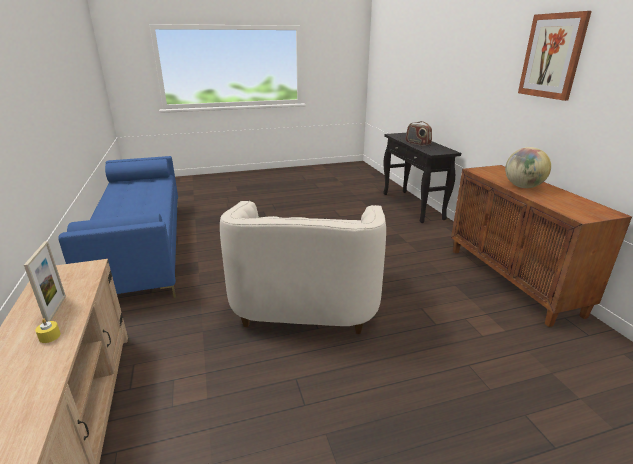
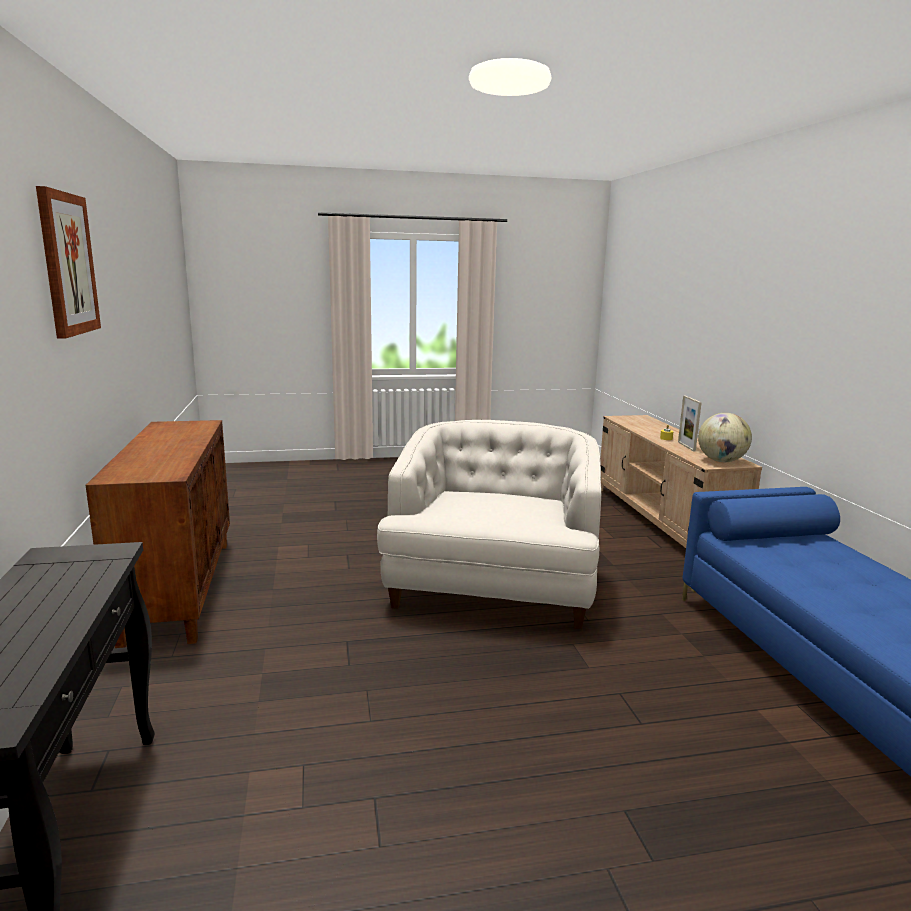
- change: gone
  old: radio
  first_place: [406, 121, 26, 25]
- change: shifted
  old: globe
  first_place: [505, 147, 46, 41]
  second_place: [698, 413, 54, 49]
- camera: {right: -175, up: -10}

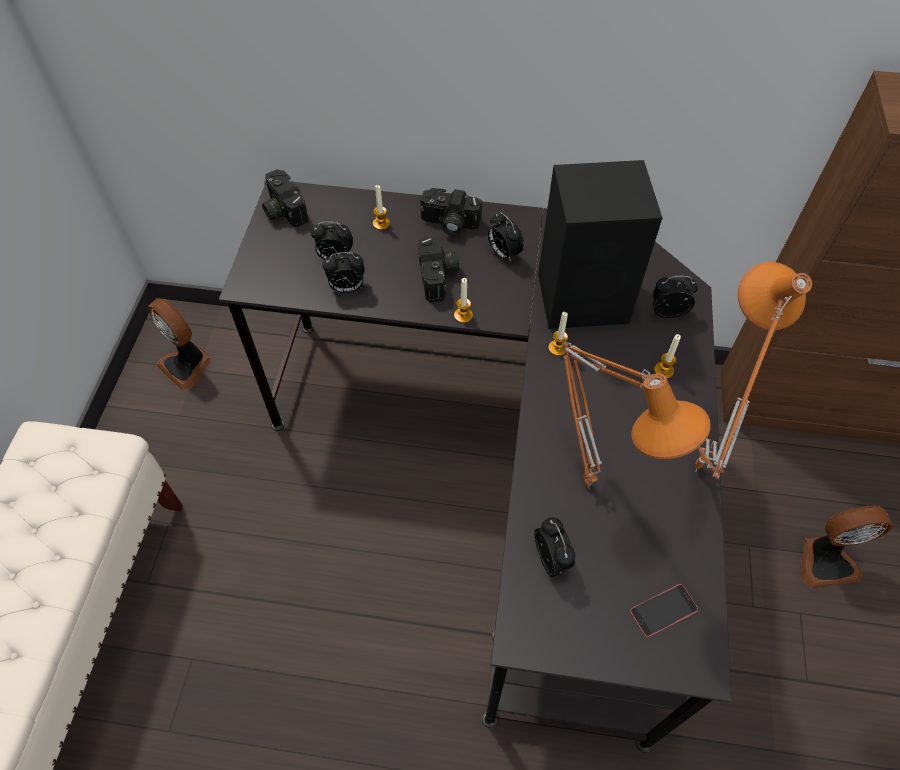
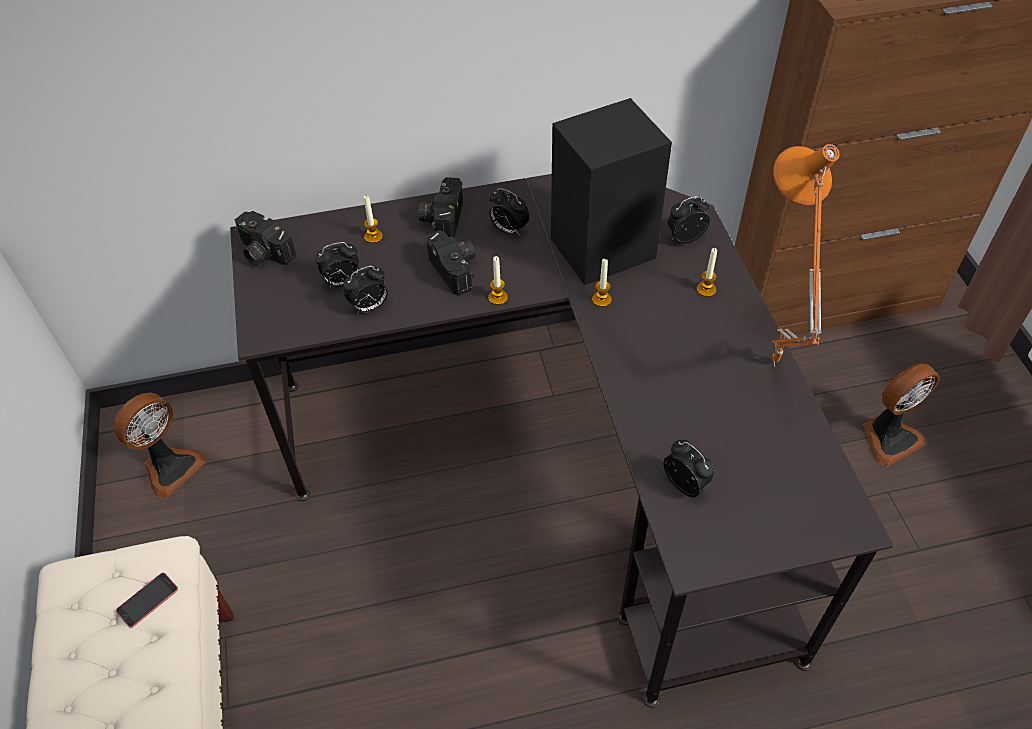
- change: rotated
  old: fan
  first_place: [147, 299, 63, 91]
  second_place: [114, 393, 92, 105]
  degrees: -75
- change: rotated
  old: photo camera
  first_place: [420, 188, 62, 48]
  second_place: [418, 177, 45, 61]
  degrees: 105
- change: gone
  old: table lamp (orange)
  first_place: [562, 341, 149, 149]
- change: shifted
  old: phone
  first_place: [630, 584, 68, 53]
  second_place: [116, 573, 62, 55]
- camera: {right: -20, up: -5}

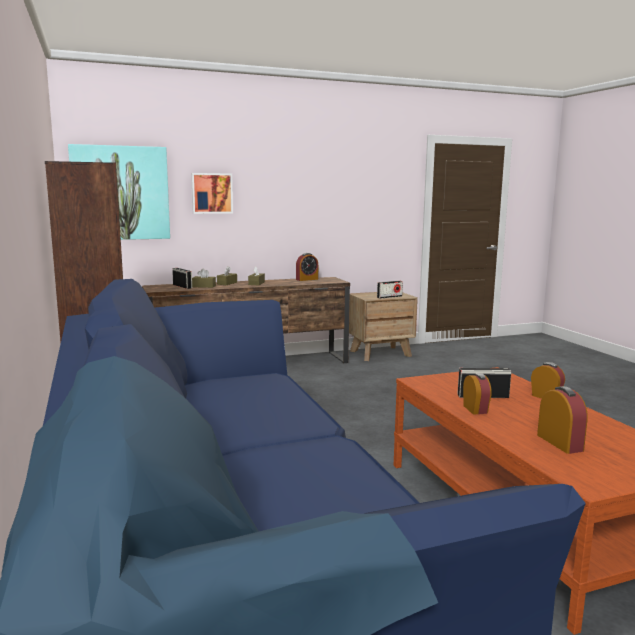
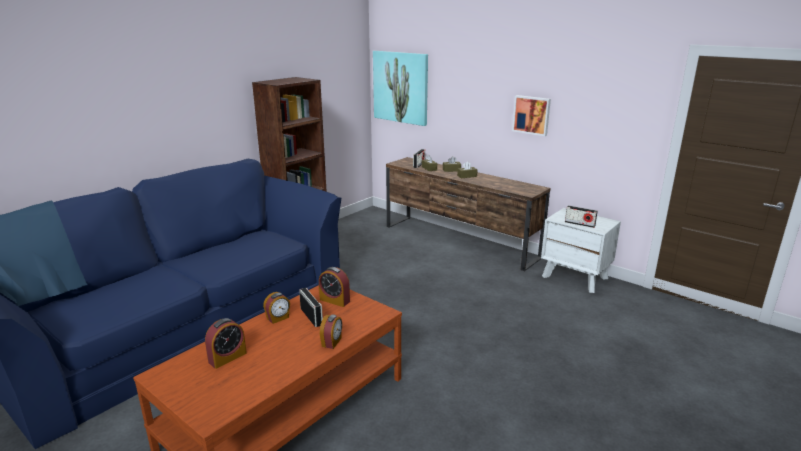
- change: shifted
  old: picture
  first_place: [191, 173, 42, 41]
  second_place: [512, 95, 39, 41]
- change: shifted
  old: alarm clock
  first_place: [296, 253, 22, 28]
  second_place: [319, 267, 31, 40]
- change: repainted
  old: nightstand (brown)
  new: nightstand (white)
  first_place: [349, 292, 69, 69]
  second_place: [541, 208, 80, 85]
- camera: {right: 60, up: 10}

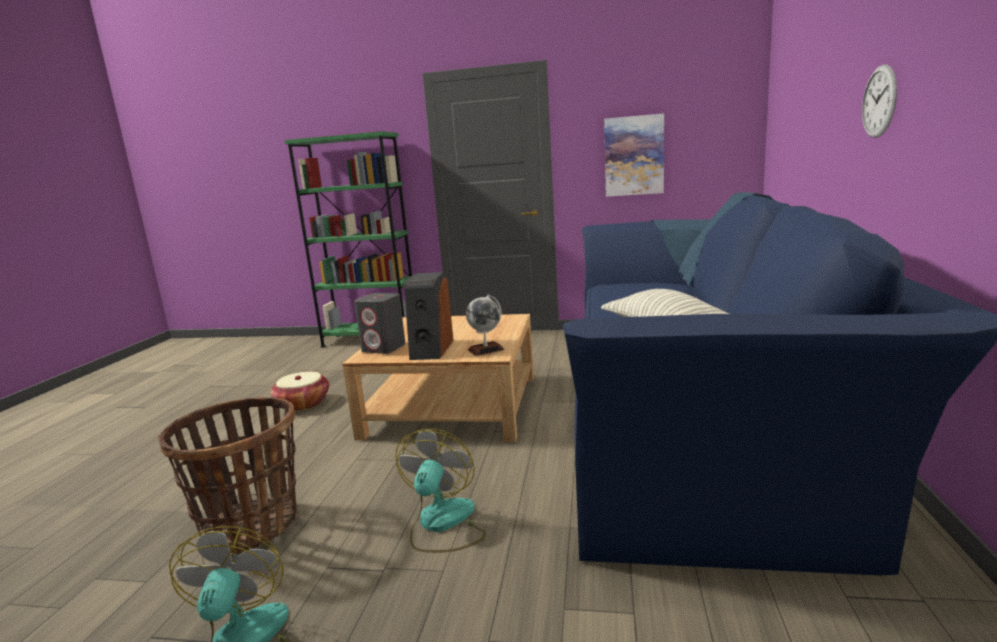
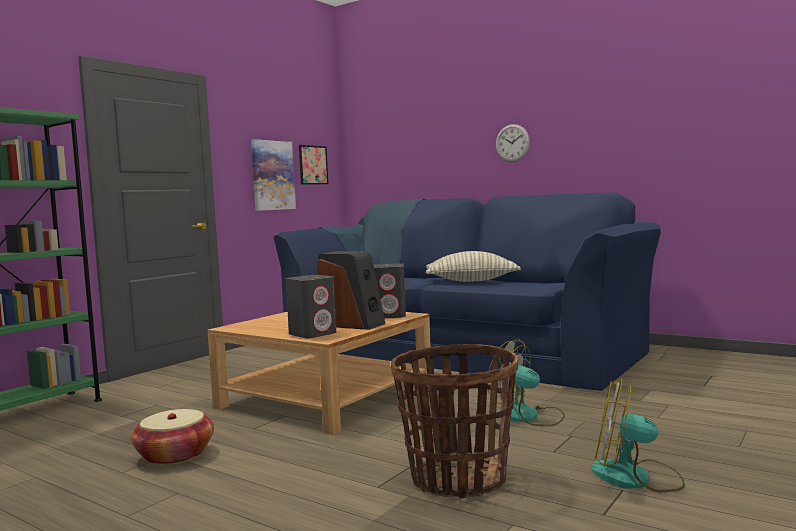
- change: swapped
  old: globe
  new: speaker (grey)
  first_place: [466, 295, 38, 61]
  second_place: [374, 263, 32, 55]
- change: new
  new: picture
  second_place: [299, 145, 29, 39]
- camera: {right: -65, up: -10}

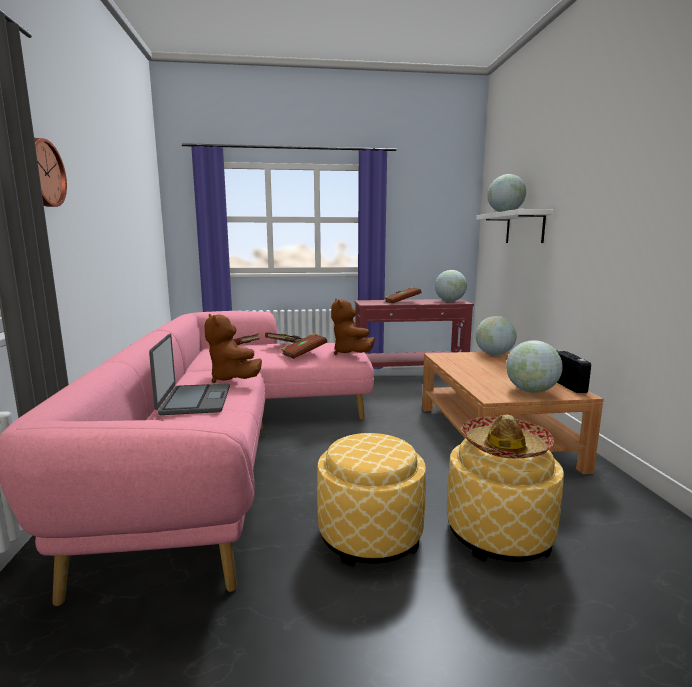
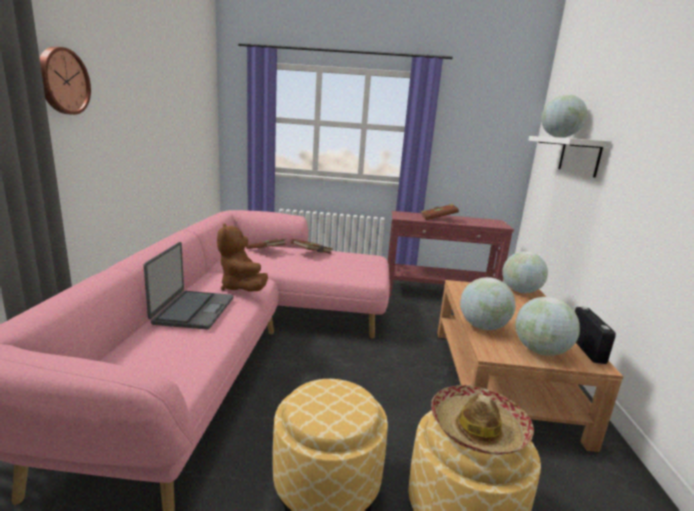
- change: gone
  old: book (brown)
  first_place: [281, 333, 46, 26]
- change: gone
  old: plush toy (brown)
  first_place: [331, 299, 44, 56]
- change: shifted
  old: globe
  first_place: [435, 270, 32, 31]
  second_place: [460, 277, 56, 53]
- camera: {right: 10, up: 5}

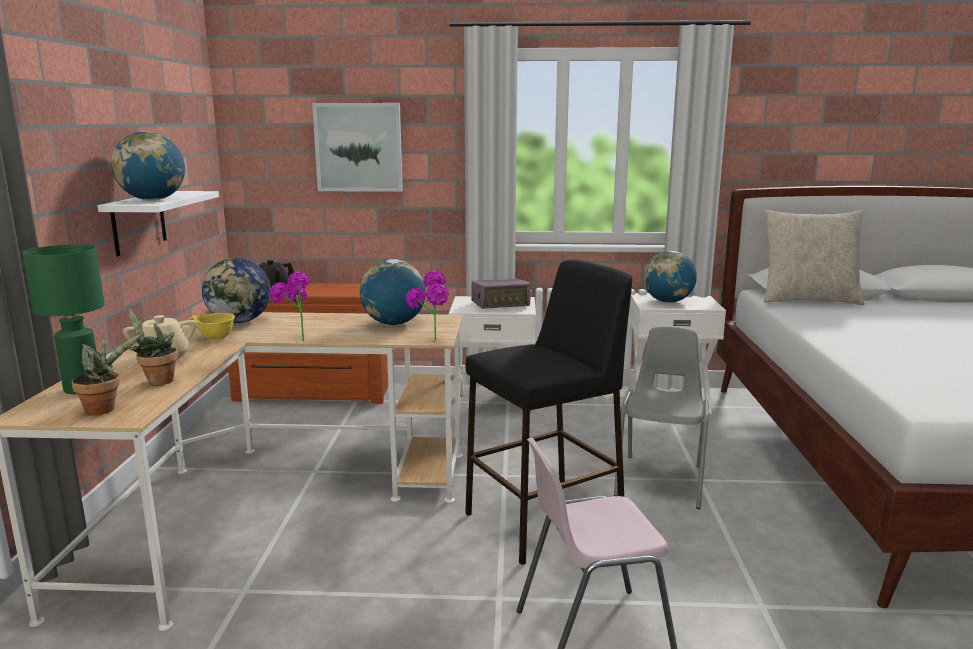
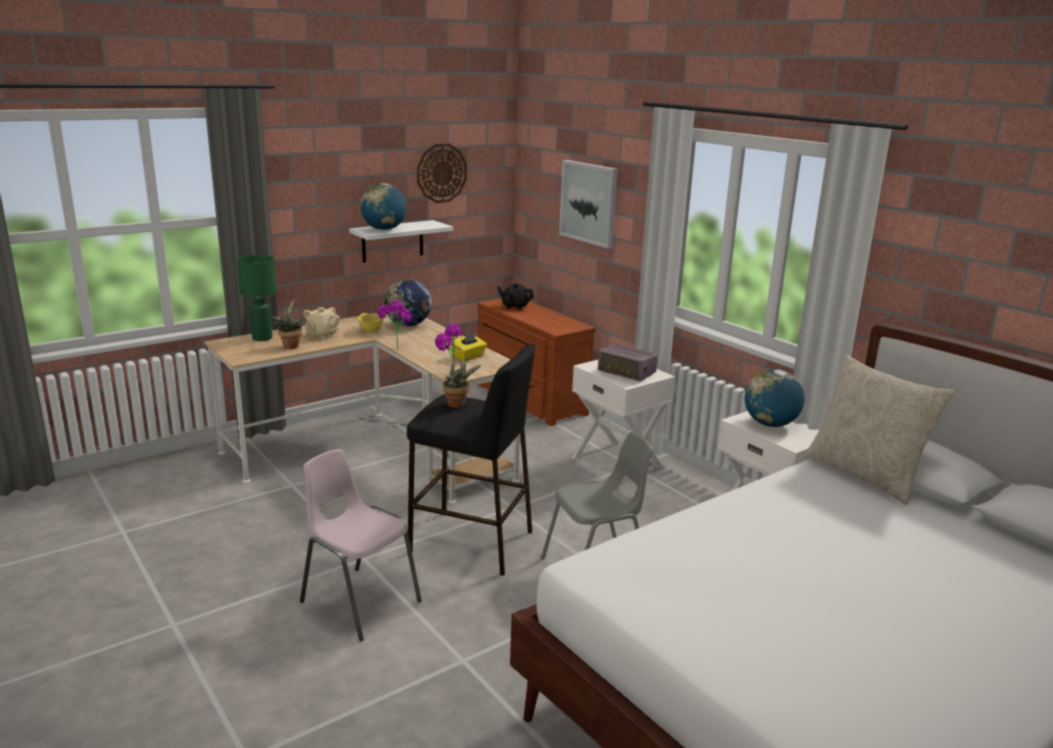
- change: shifted
  old: potted plant
  first_place: [72, 333, 71, 82]
  second_place: [443, 358, 38, 50]
- change: swapped
  old: globe
  new: tissue box (yellow)
  first_place: [360, 259, 66, 66]
  second_place: [451, 333, 36, 28]
- change: new
  new: wall clock
  second_place: [417, 143, 50, 60]
- camera: {right: 50, up: 5}

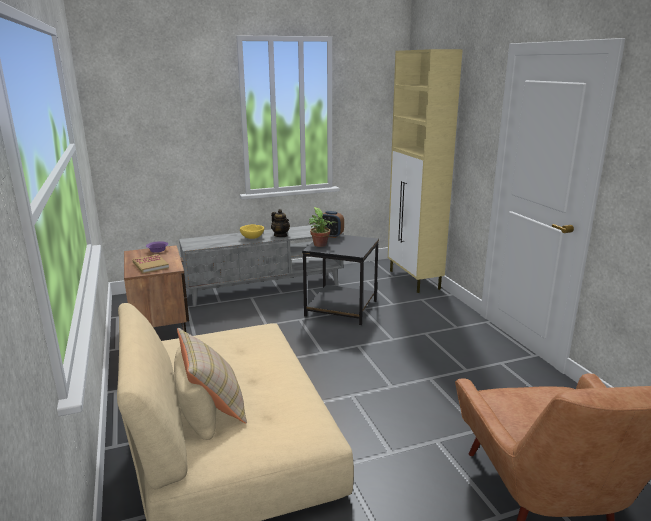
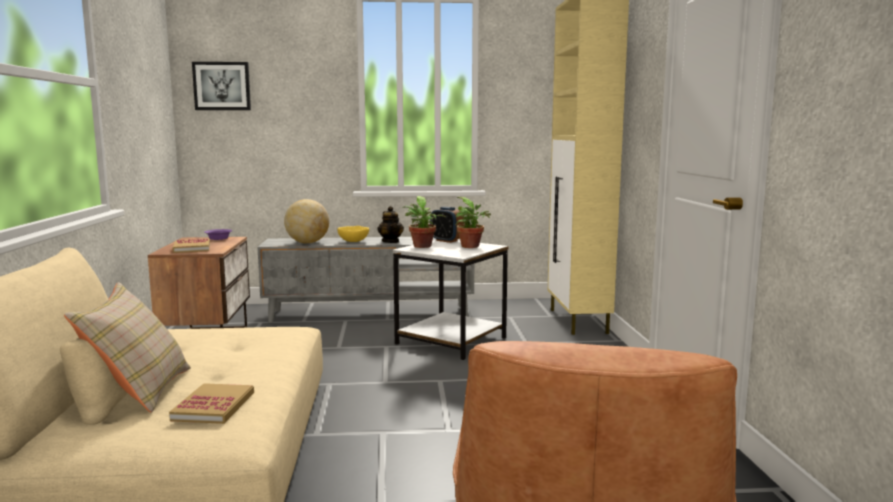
- change: repainted
  old: side table (black)
  new: side table (white)
  first_place: [302, 235, 77, 90]
  second_place: [393, 240, 115, 120]
- change: new
  new: book
  second_place: [169, 383, 85, 41]
- change: new
  new: picture
  second_place: [192, 62, 59, 48]
- change: new
  new: globe
  second_place: [284, 199, 45, 44]
- change: new
  new: potted plant
  second_place: [455, 197, 36, 51]
- camera: {right: 15, up: -10}

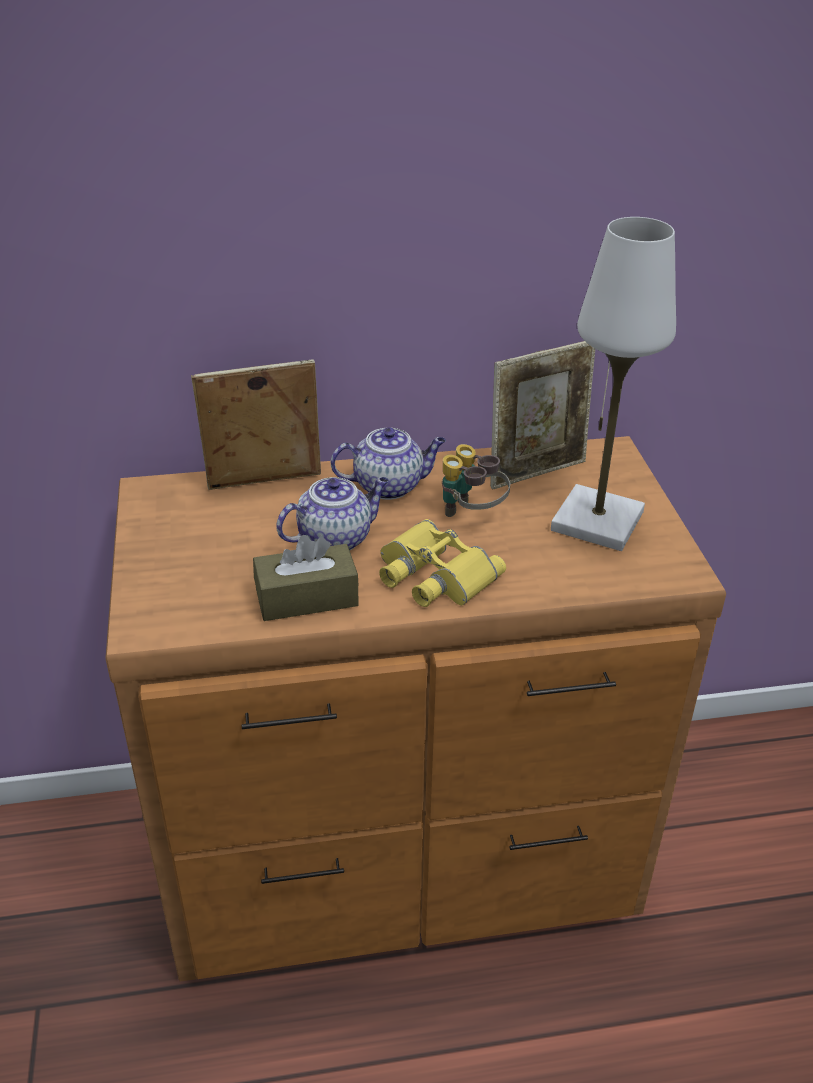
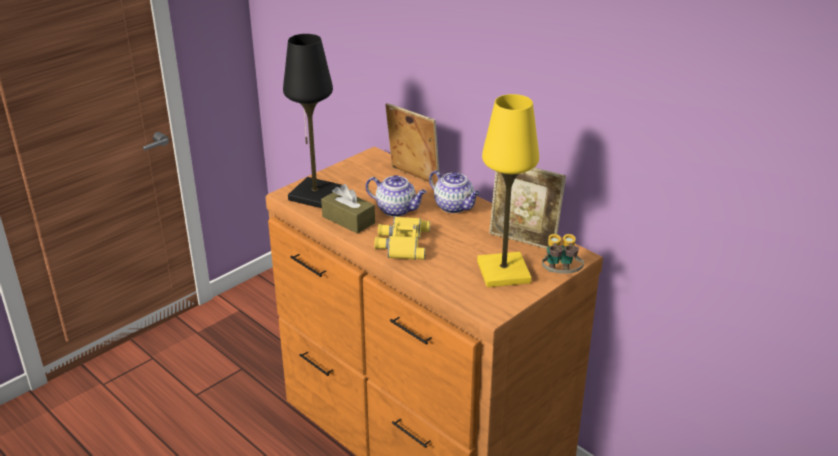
- change: shifted
  old: binoculars
  first_place: [442, 444, 68, 73]
  second_place: [542, 234, 42, 40]
- change: repainted
  old: table lamp (white)
  new: table lamp (yellow)
  first_place: [551, 217, 125, 334]
  second_place: [477, 94, 62, 193]
- change: new
  new: table lamp (black)
  second_place: [283, 34, 59, 174]
- camera: {right: 55, up: -5}

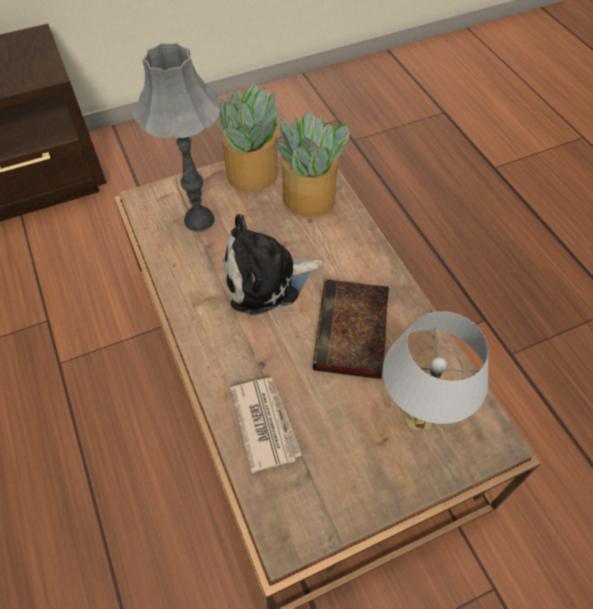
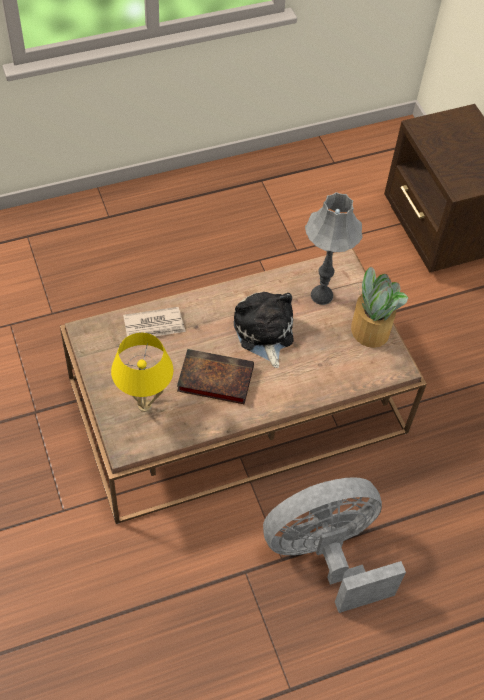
- change: gone
  old: potted plant
  first_place: [275, 111, 75, 106]
- change: repainted
  old: table lamp (white)
  new: table lamp (yellow)
  first_place: [383, 311, 105, 120]
  second_place: [111, 333, 62, 79]
- change: new
  new: fan (grey)
  second_place: [263, 477, 143, 136]
- camera: {right: 90, up: 0}

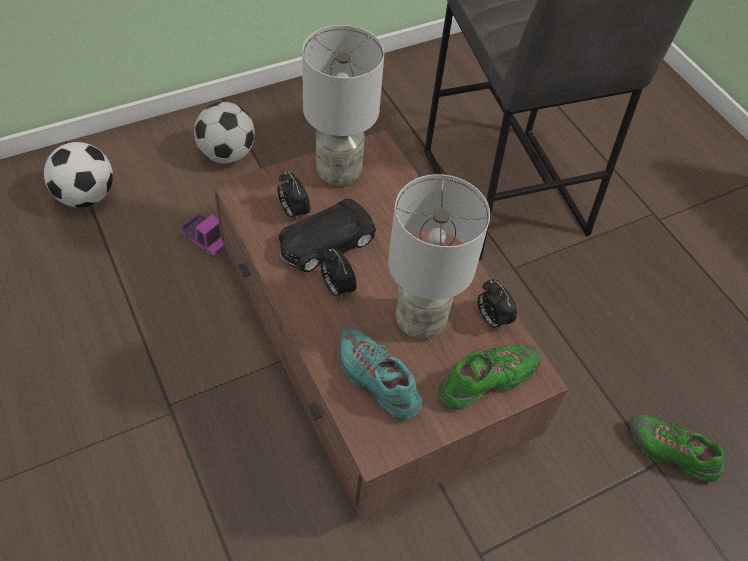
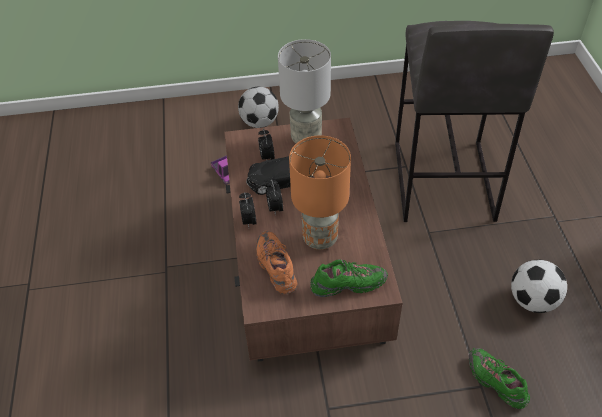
- change: shifted
  old: football
  first_place: [44, 142, 69, 66]
  second_place: [511, 260, 56, 53]
- change: repainted
  old: shoe (turquoise)
  new: shoe (orange)
  first_place: [337, 328, 85, 92]
  second_place: [256, 231, 41, 63]
- change: repainted
  old: table lamp (grey)
  new: table lamp (orange)
  first_place: [388, 174, 102, 165]
  second_place: [289, 135, 62, 115]
- change: shifted
  old: alarm clock
  first_place: [477, 280, 40, 50]
  second_place: [239, 192, 18, 35]
- camera: {right: 25, up: -5}

